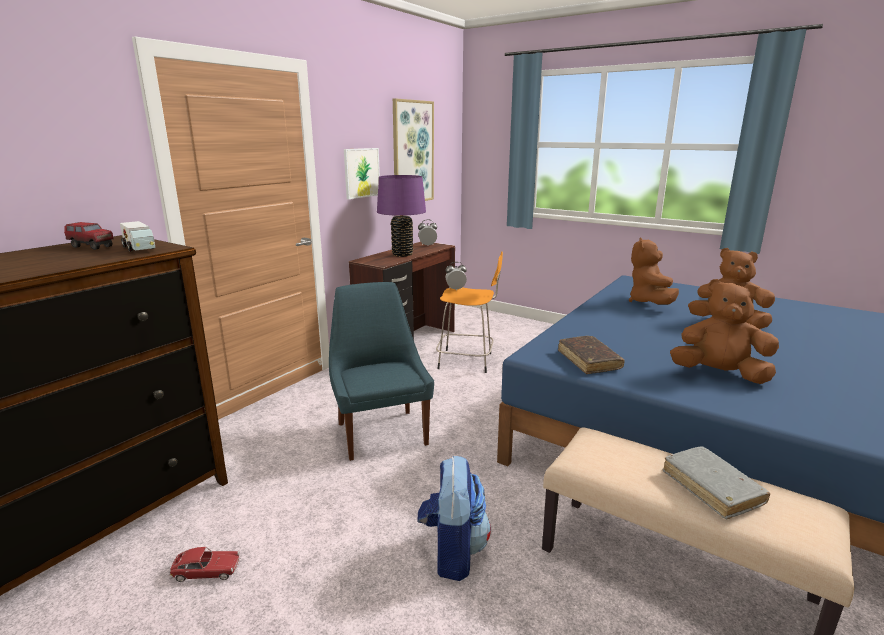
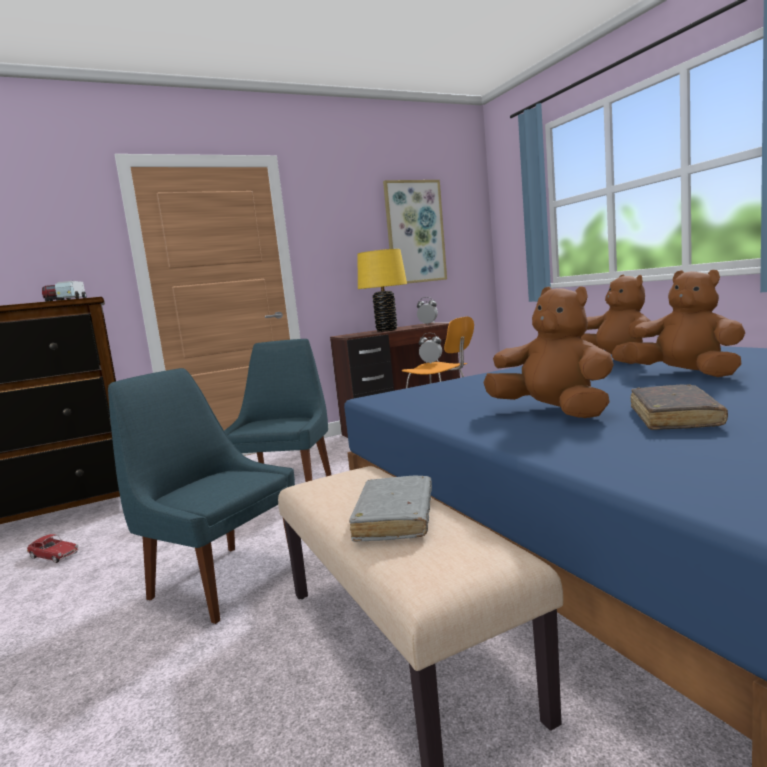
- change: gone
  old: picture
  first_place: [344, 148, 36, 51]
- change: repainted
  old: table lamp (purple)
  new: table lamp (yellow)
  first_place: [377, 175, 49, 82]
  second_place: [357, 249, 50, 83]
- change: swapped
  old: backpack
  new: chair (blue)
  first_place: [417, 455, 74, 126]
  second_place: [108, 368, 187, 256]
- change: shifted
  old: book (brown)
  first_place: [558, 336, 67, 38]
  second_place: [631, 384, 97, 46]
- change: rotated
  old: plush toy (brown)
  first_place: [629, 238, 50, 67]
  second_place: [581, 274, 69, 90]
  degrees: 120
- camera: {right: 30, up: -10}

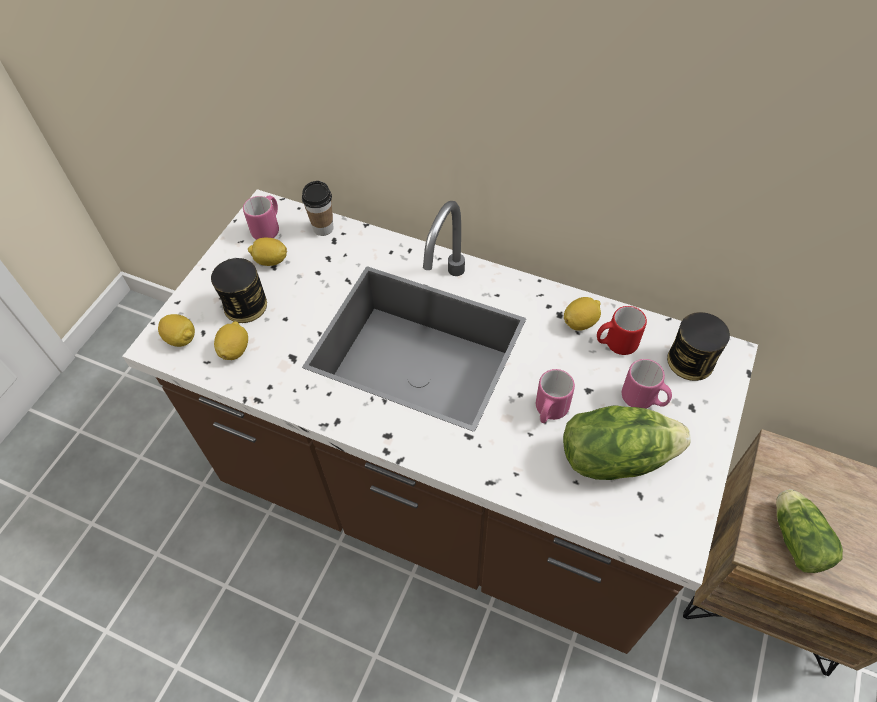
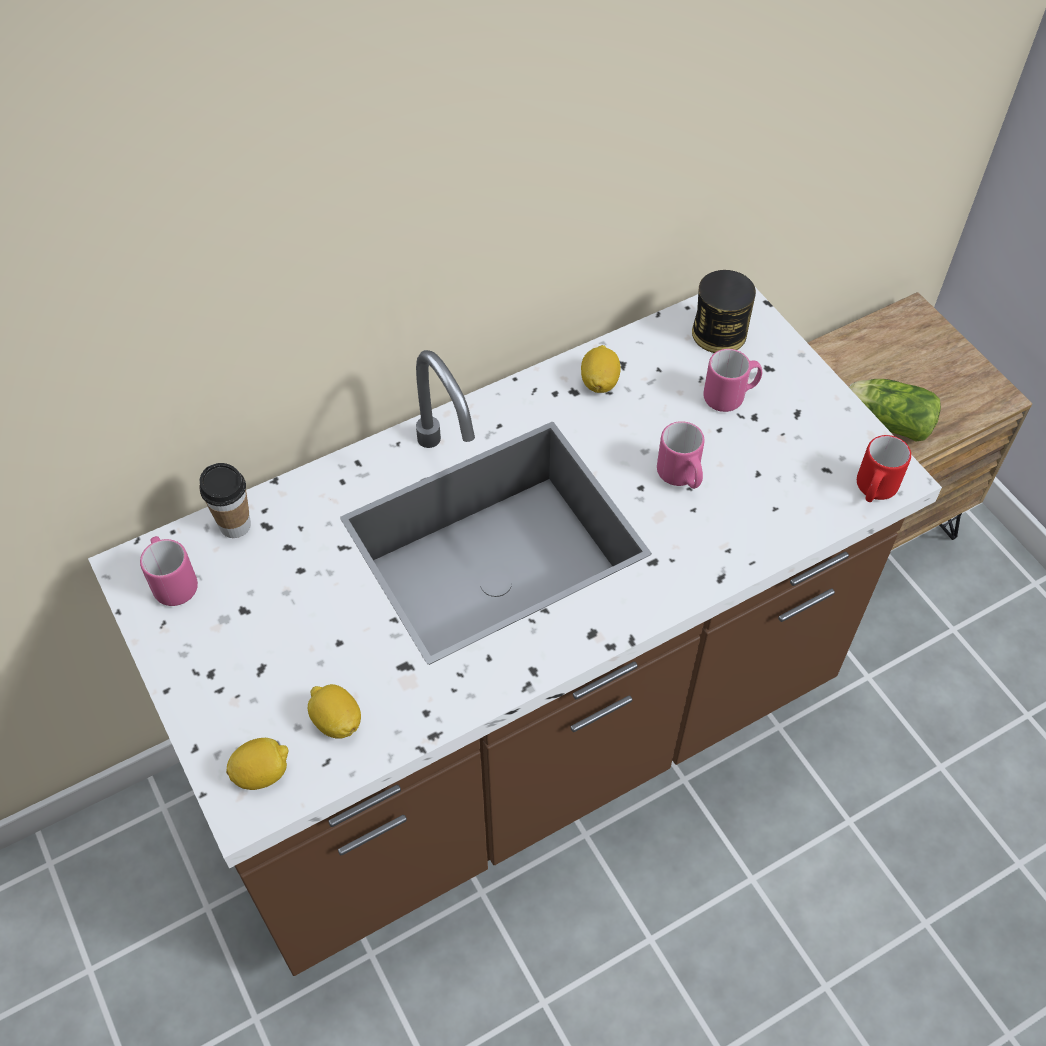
- change: gone
  old: can
  first_place: [211, 258, 56, 65]
- change: gone
  old: lemon
  first_place: [248, 238, 39, 28]
- change: gone
  old: lettuce
  first_place: [563, 406, 128, 74]
- change: shifted
  old: mug (red)
  first_place: [597, 306, 50, 49]
  second_place: [857, 435, 54, 67]
- camera: {right: -55, up: 0}

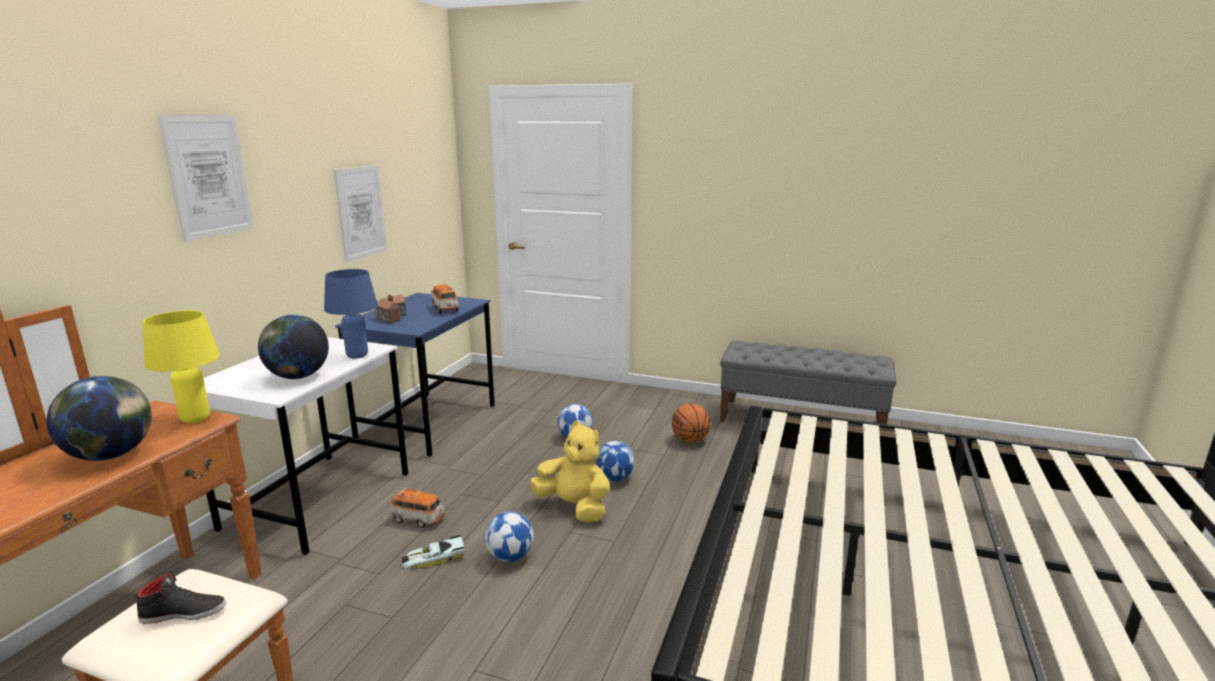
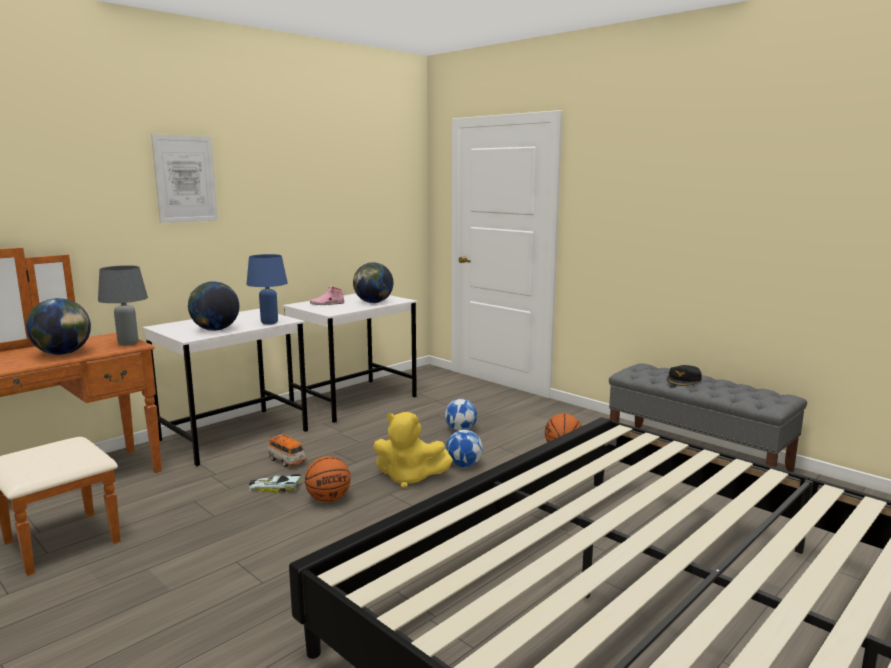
- change: gone
  old: shoe (black)
  first_place: [135, 571, 91, 53]
- change: repainted
  old: table lamp (yellow)
  new: table lamp (grey)
  first_place: [143, 310, 77, 113]
  second_place: [98, 265, 50, 80]
- change: gone
  old: picture
  first_place: [334, 165, 53, 97]
- change: repainted
  old: desk (blue)
  new: desk (white)
  first_place: [335, 293, 160, 164]
  second_place: [282, 294, 135, 129]
- change: swapped
  old: toy house
  new: shoe (pink)
  first_place: [375, 294, 31, 29]
  second_place: [310, 285, 34, 20]
- change: swapped
  old: toy car
  new: globe
  first_place: [431, 284, 28, 29]
  second_place: [353, 262, 40, 41]
- change: swapped
  old: football
  new: basketball
  first_place: [485, 511, 49, 51]
  second_place: [305, 456, 46, 46]
- change: rotated
  old: plush toy (yellow)
  first_place: [530, 421, 80, 102]
  second_place: [373, 412, 80, 77]
  degrees: 135
- change: new
  new: cap (black)
  second_place: [667, 365, 35, 21]
- camera: {right: 25, up: -5}

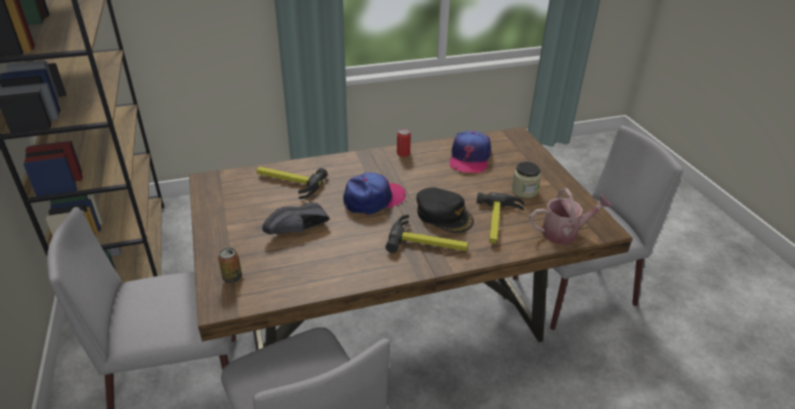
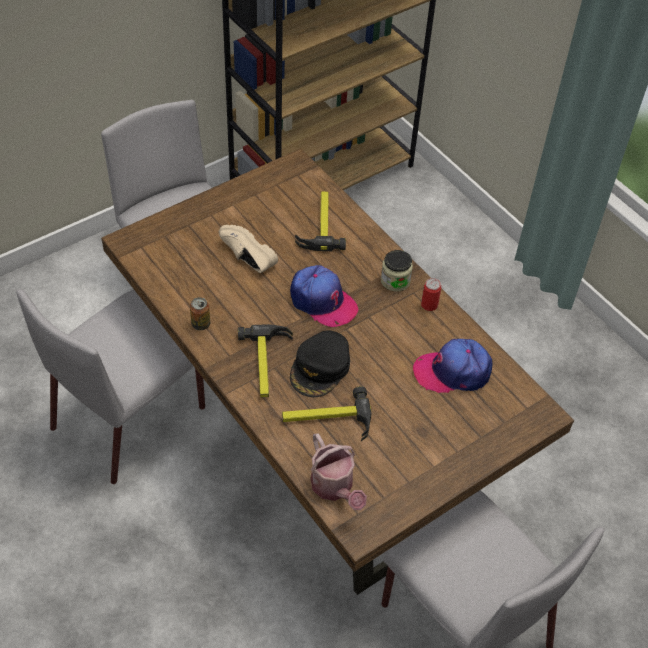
- change: shifted
  old: can
  first_place: [218, 248, 24, 35]
  second_place: [190, 297, 20, 33]
- change: repainted
  old: shoe (black)
  new: shoe (beige)
  first_place: [262, 202, 67, 32]
  second_place: [219, 225, 59, 48]
- change: shifted
  old: jar
  first_place: [512, 162, 29, 36]
  second_place: [381, 250, 32, 42]
- camera: {right: 70, up: 15}

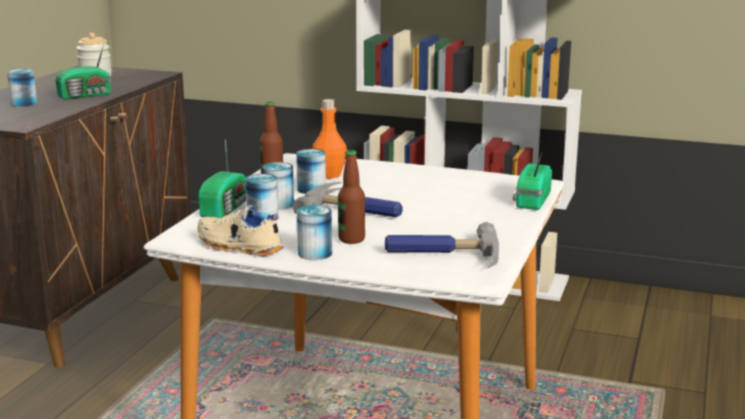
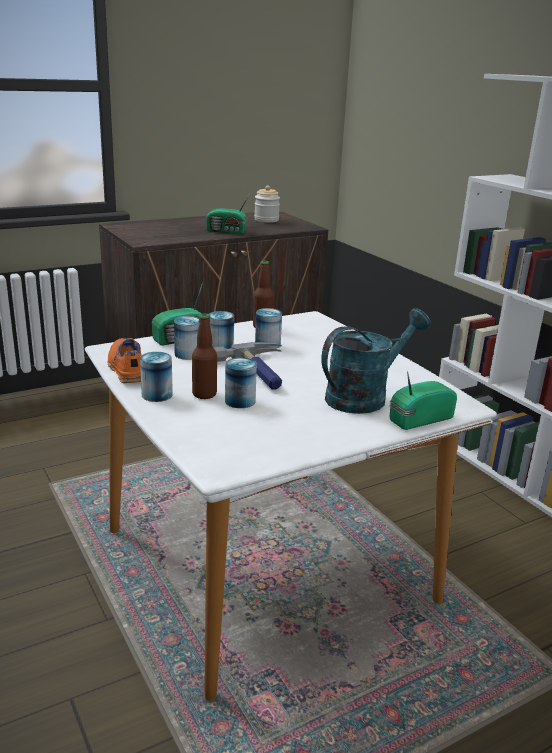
- change: shifted
  old: can
  first_place: [7, 69, 30, 38]
  second_place: [225, 358, 32, 50]
- change: repainted
  old: shoe (beige)
  new: shoe (orange)
  first_place: [198, 205, 85, 52]
  second_place: [108, 338, 34, 45]
- change: gone
  old: bottle (orange)
  first_place: [312, 99, 35, 80]
- change: gone
  old: hammer
  first_place: [385, 222, 114, 46]
- change: new
  new: watering can (turquoise)
  second_place: [322, 308, 109, 106]
- camera: {right: 40, up: 5}

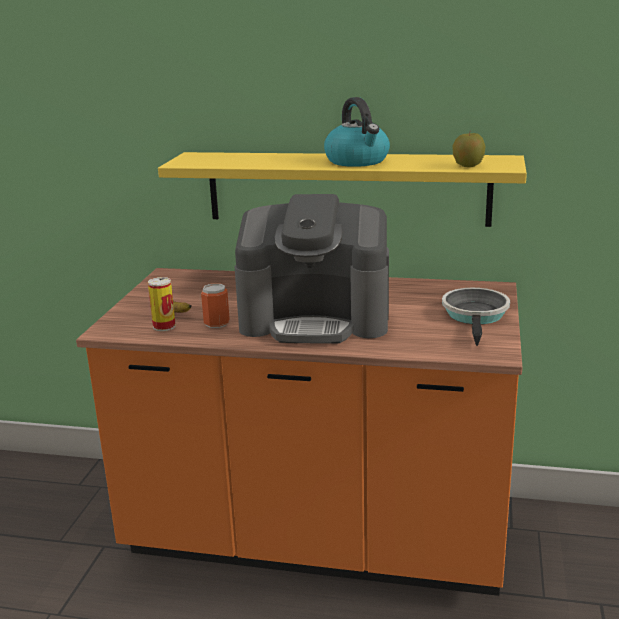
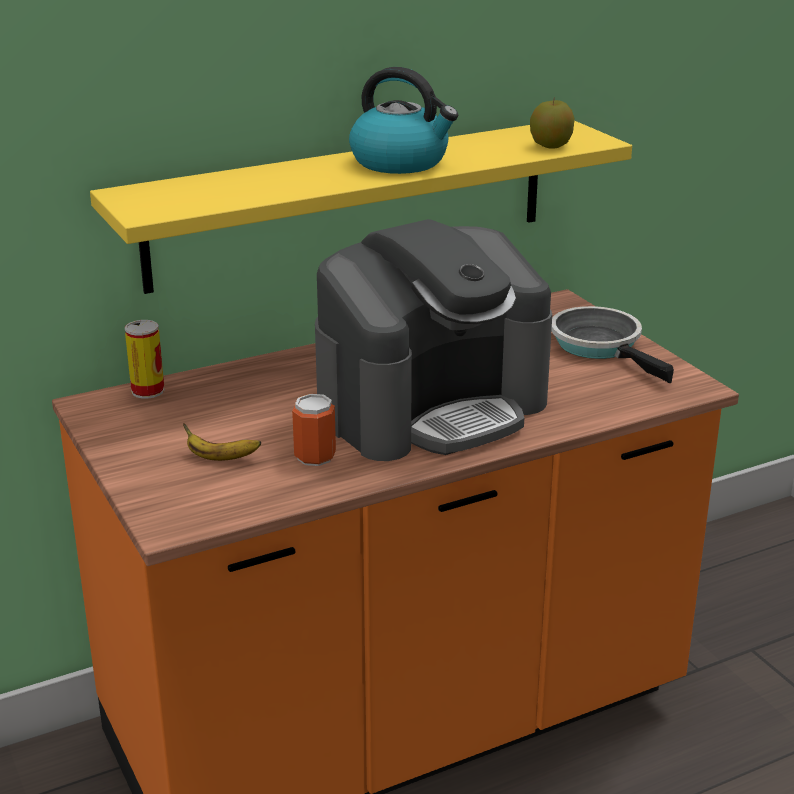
- change: shifted
  old: can
  first_place: [148, 277, 28, 54]
  second_place: [125, 320, 40, 79]
- camera: {right: -40, up: 5}

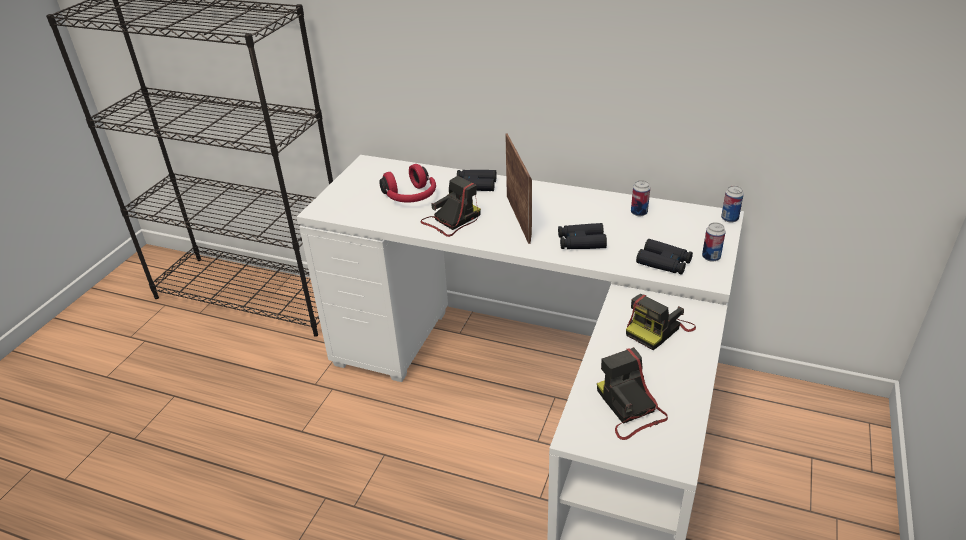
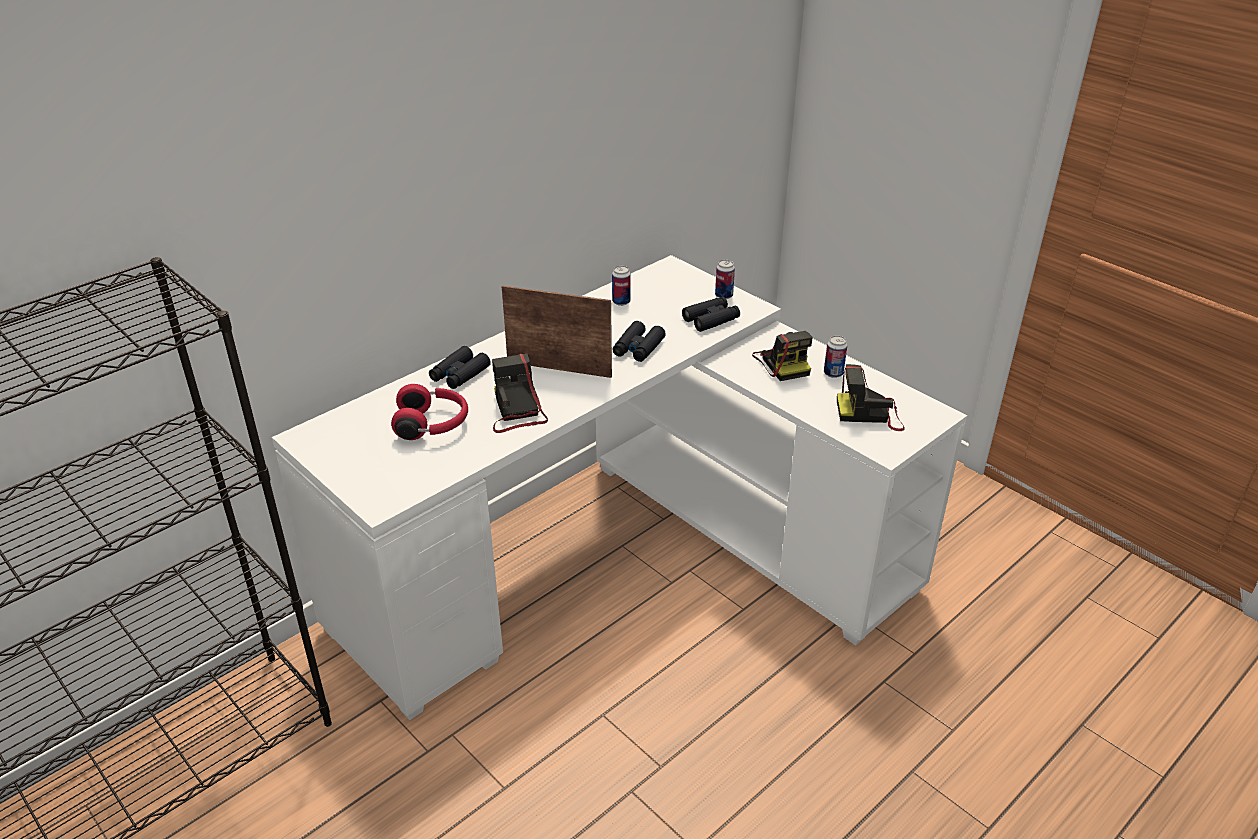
- change: shifted
  old: can
  first_place: [721, 186, 23, 37]
  second_place: [824, 336, 23, 42]
- camera: {right: -65, up: 0}

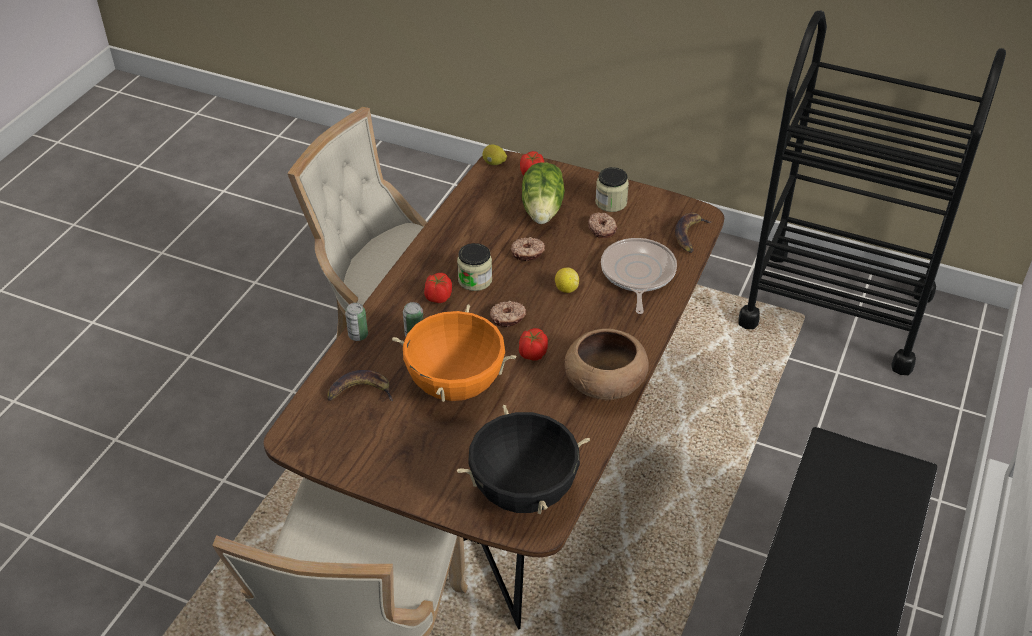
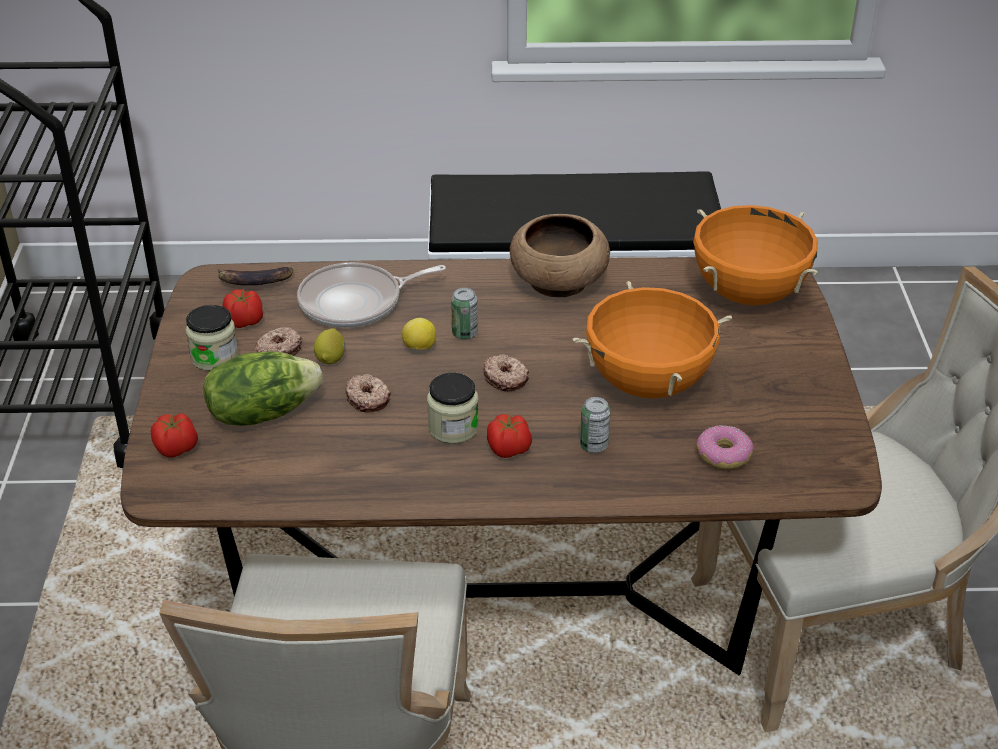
- change: swapped
  old: banana
  new: donut
  first_place: [327, 370, 66, 31]
  second_place: [697, 425, 56, 45]
- change: shifted
  old: can
  first_place: [345, 303, 23, 38]
  second_place: [451, 288, 27, 52]
- change: repainted
  old: cooking pot (black)
  new: cooking pot (orange)
  first_place: [457, 405, 133, 109]
  second_place: [693, 205, 125, 100]
- change: shifted
  old: lemon
  first_place: [483, 144, 24, 21]
  second_place: [314, 329, 31, 35]
- change: shifted
  old: tomato
  first_place: [519, 328, 29, 33]
  second_place: [222, 289, 41, 39]
- camera: {right: -115, up: -5}

